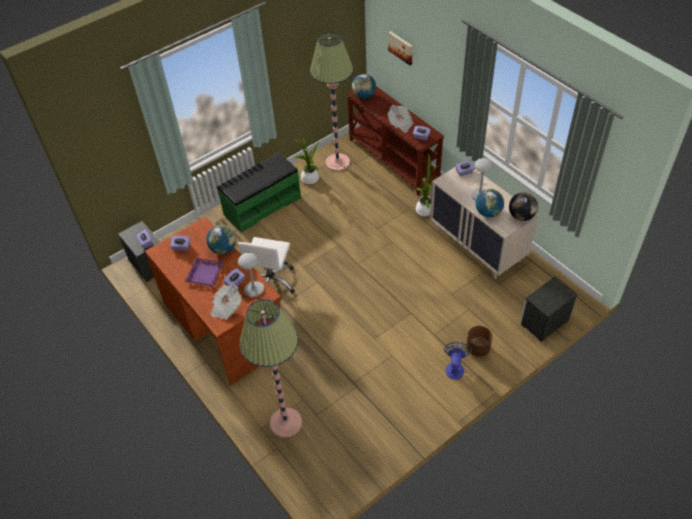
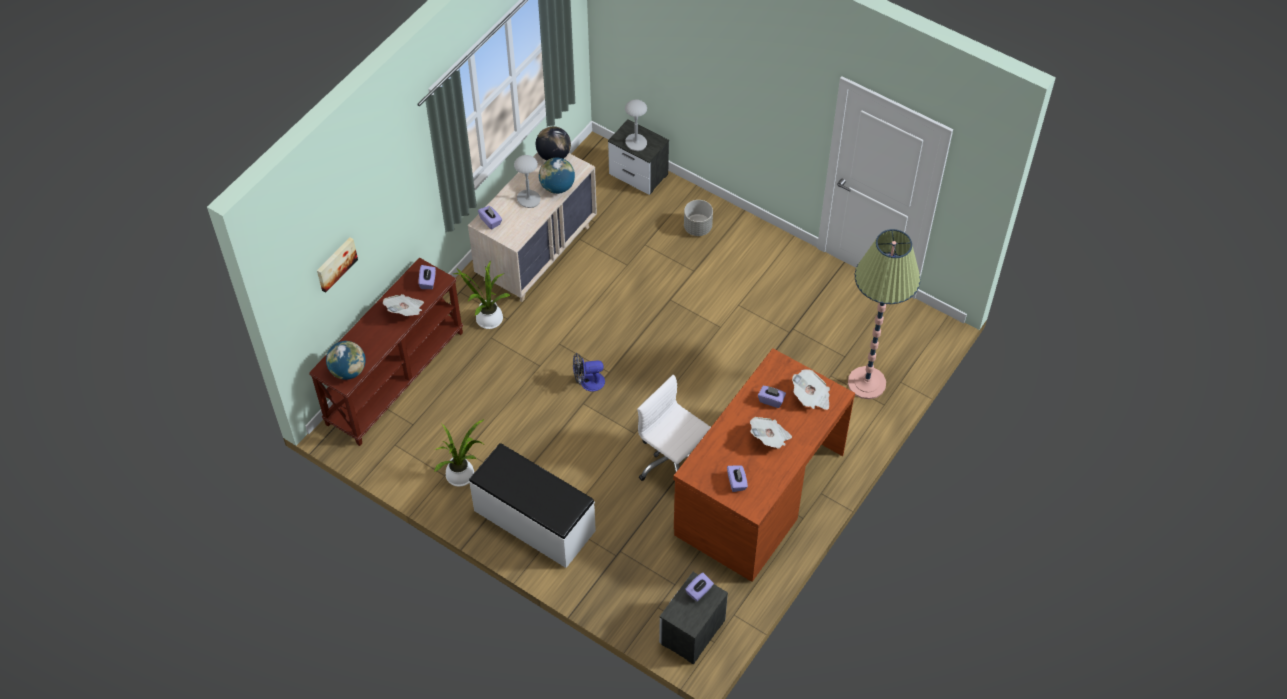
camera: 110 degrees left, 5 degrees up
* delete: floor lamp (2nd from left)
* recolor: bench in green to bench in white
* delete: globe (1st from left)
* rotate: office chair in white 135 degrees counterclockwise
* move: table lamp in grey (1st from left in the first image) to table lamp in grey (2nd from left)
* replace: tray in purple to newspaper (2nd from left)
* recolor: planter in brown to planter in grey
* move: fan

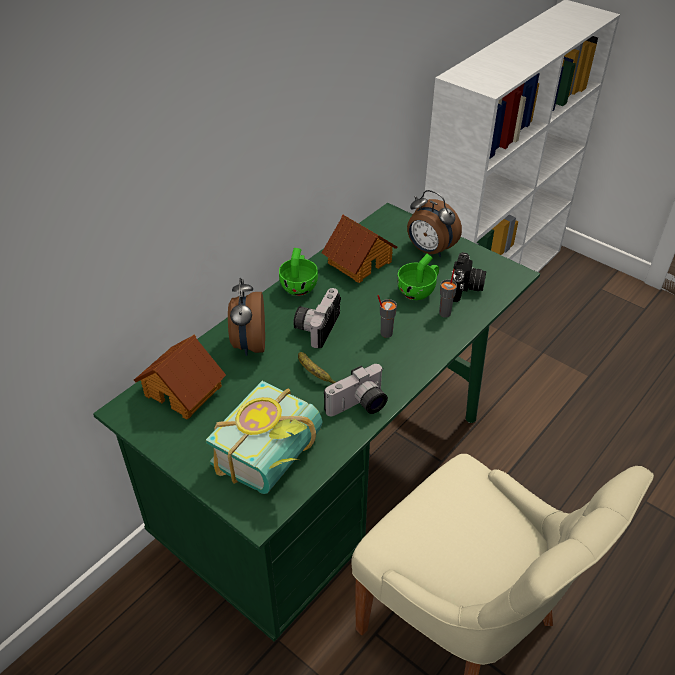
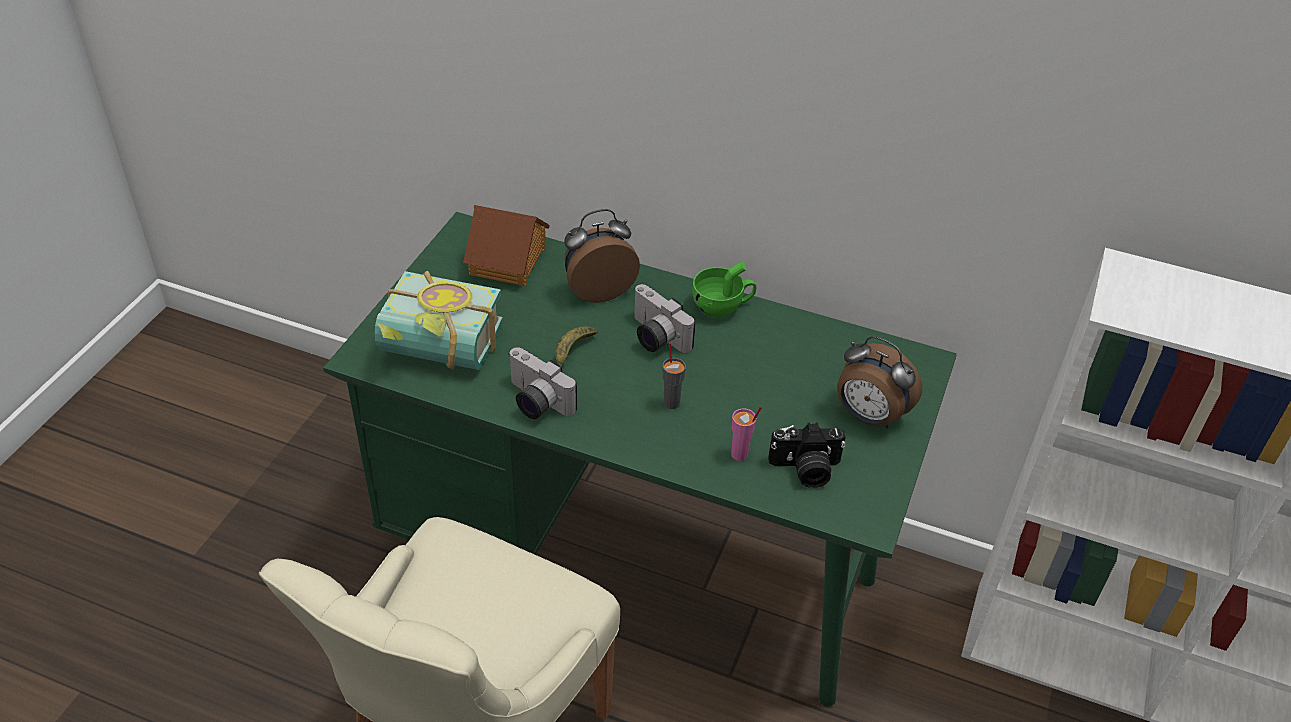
camera: 70 degrees right, 0 degrees up
* rotate: alarm clock (2nd from left) 75 degrees counterclockwise
* delete: toy house (2nd from left)
* delete: cup in green (2nd from left)
* recolor: cup in grey (2nd from left) to cup in pink
* rotate: photo camera (1st from left in the first image) 135 degrees counterclockwise

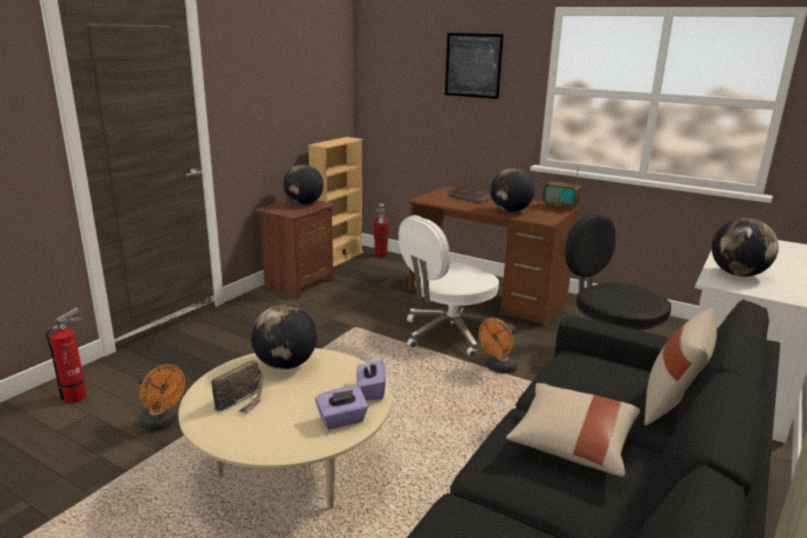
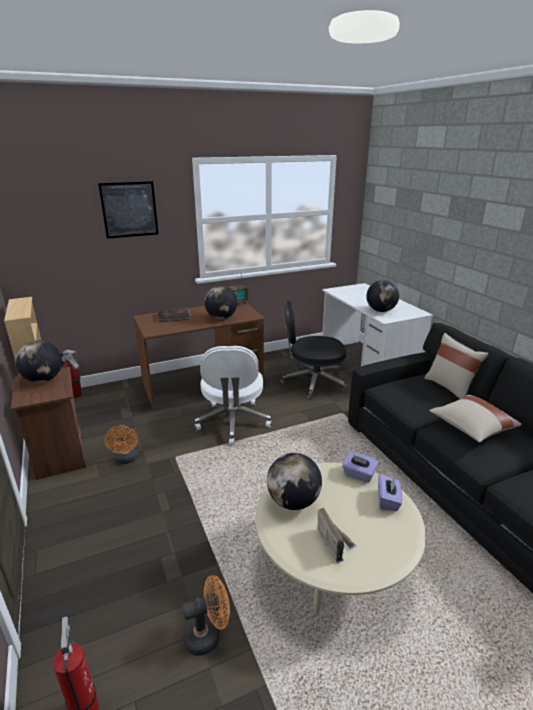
camera: 55 degrees left, 5 degrees up
* move: fan in orange (2nd from left in the first image) to fan in orange (1st from left)

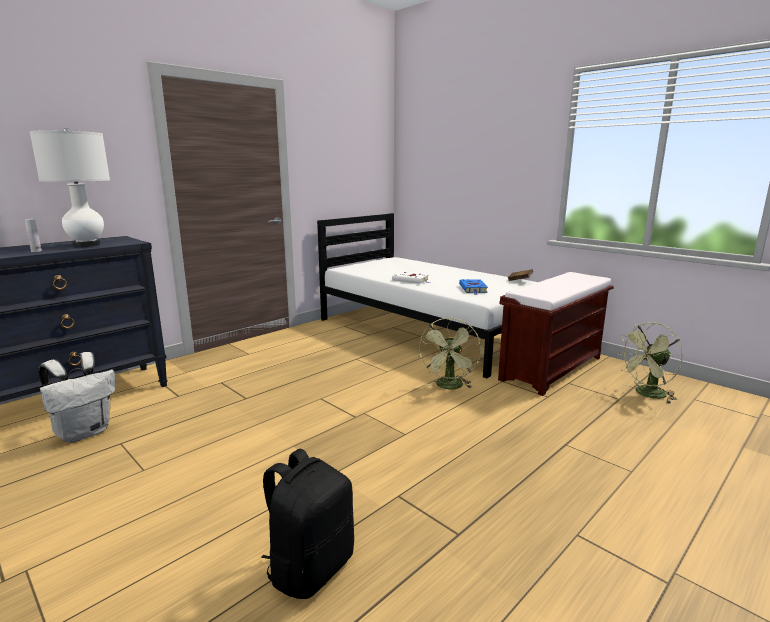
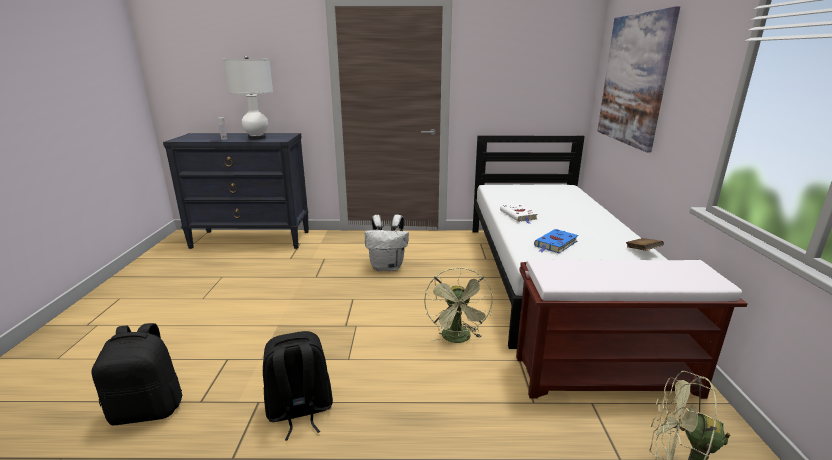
camera: 45 degrees right, 5 degrees up
* rotate: fan in green (1st from left) 60 degrees counterclockwise
* move: backpack in white
* insert: picture
* insert: backpack in black (2nd from left)

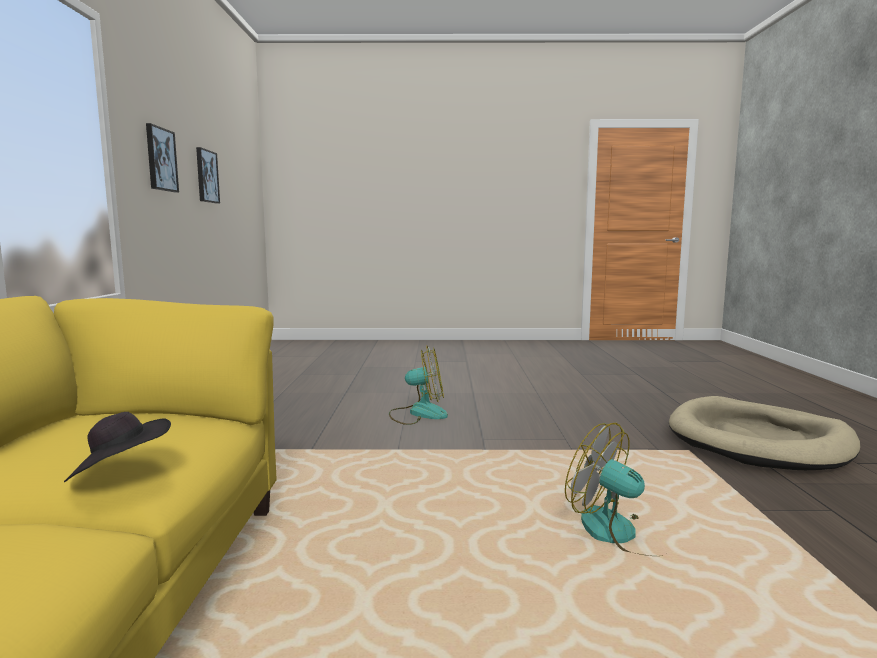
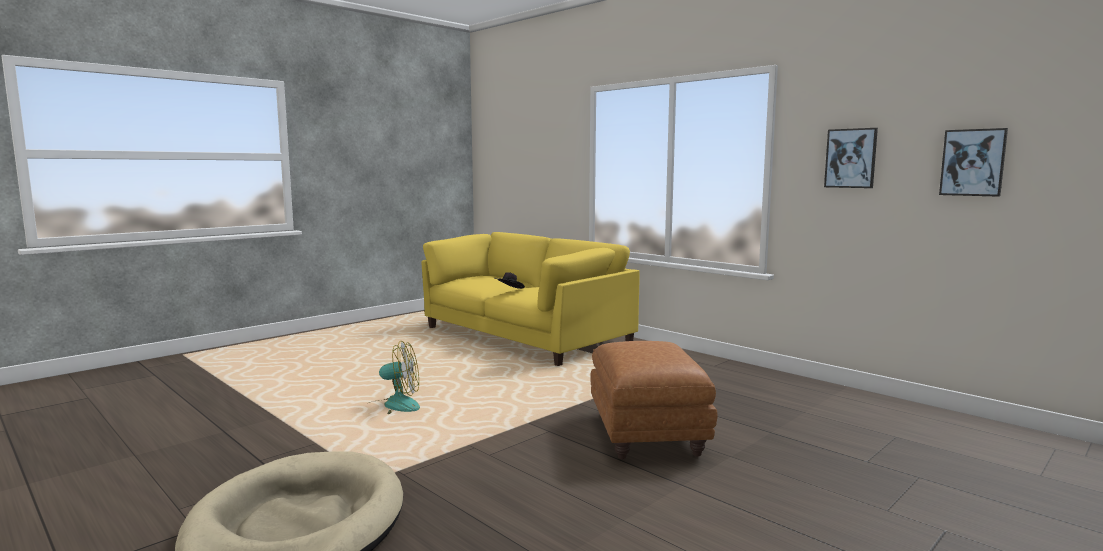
camera: 135 degrees right, 0 degrees up
* replace: fan (1st from left) to ottoman in brown

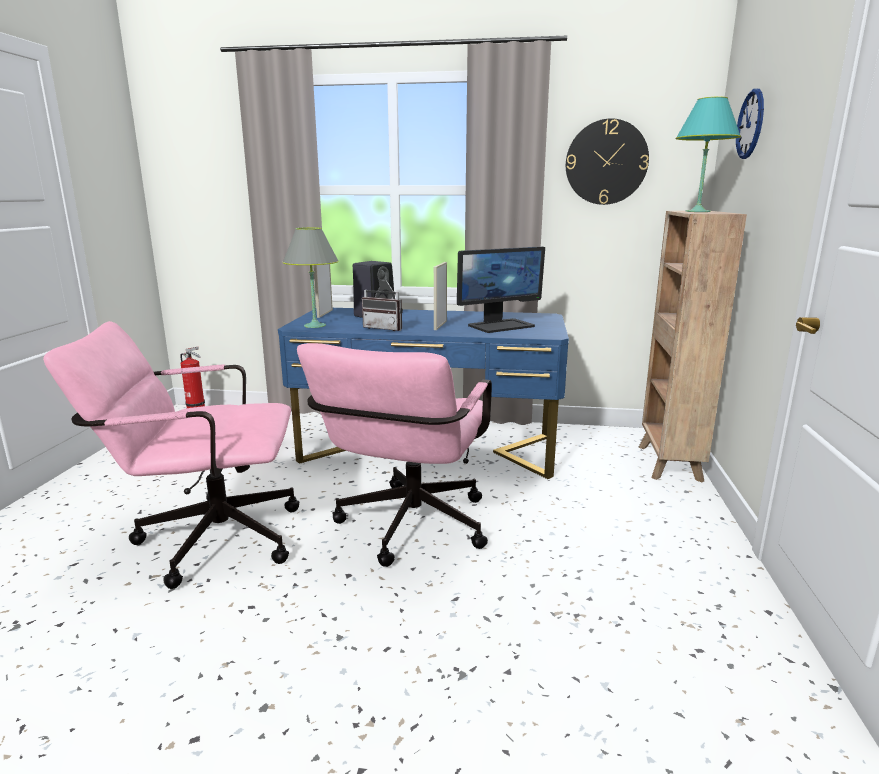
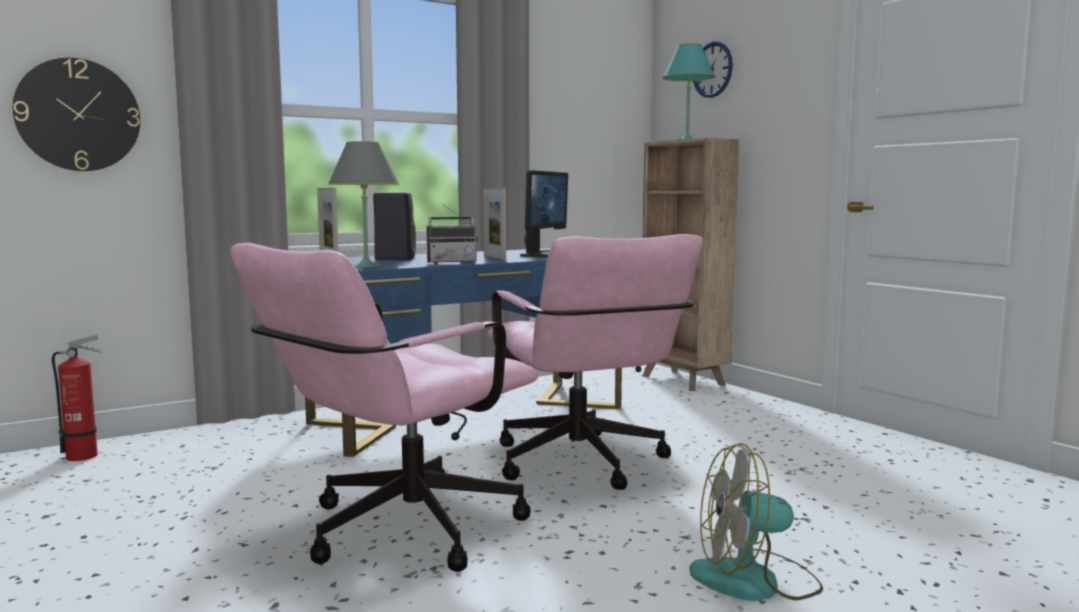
camera: 40 degrees left, 10 degrees down
* move: wall clock (1st from left)
* insert: fan

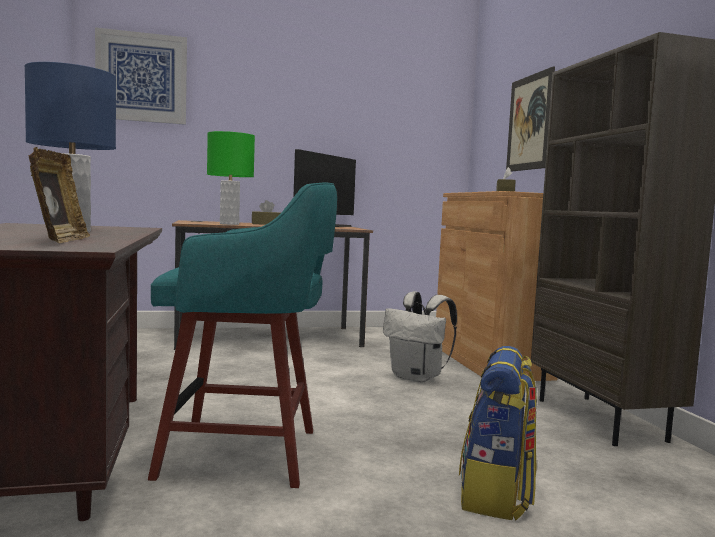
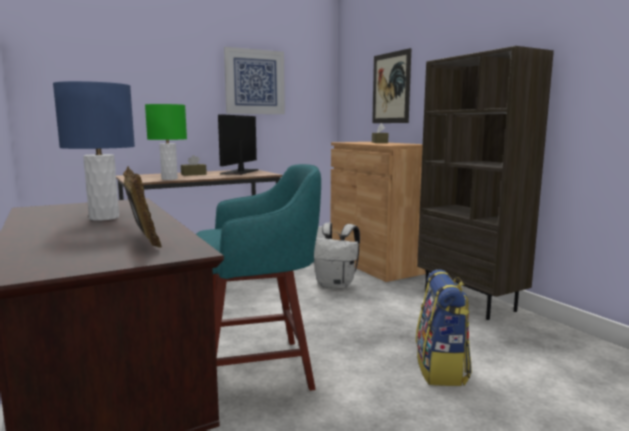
camera: 15 degrees left, 5 degrees up
* move: picture (1st from left)

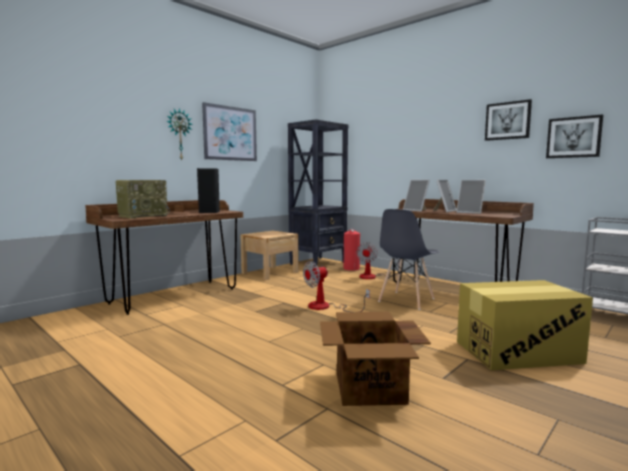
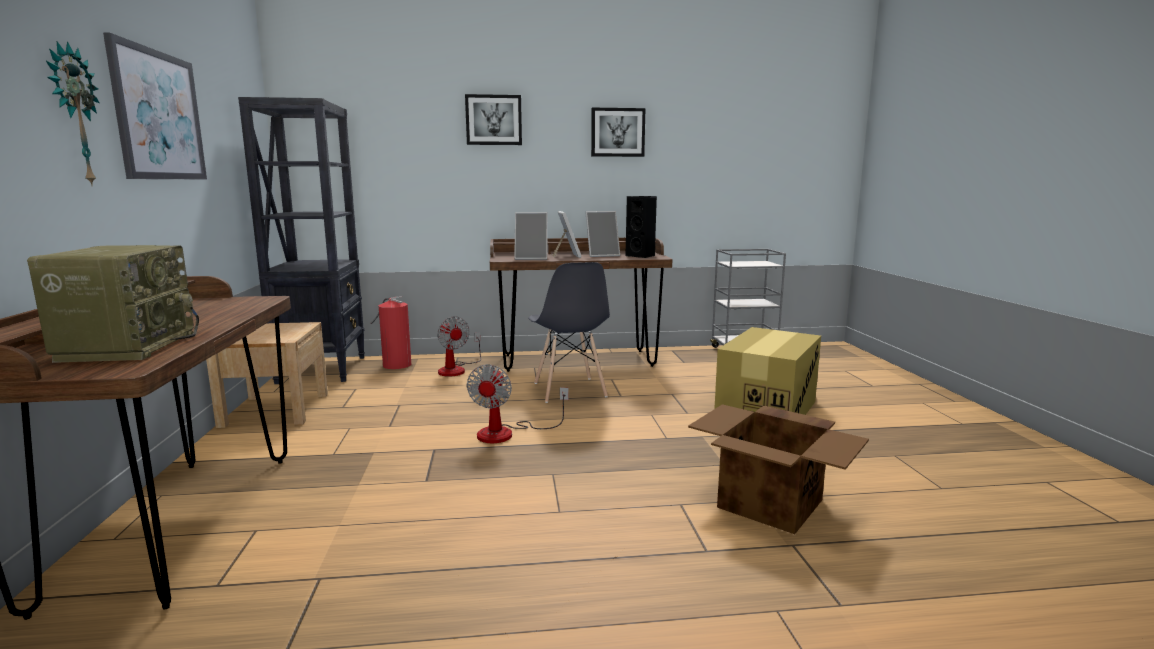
camera: 50 degrees left, 5 degrees up
* move: picture (3rd from left in the first image) to picture (2nd from left)
* move: speaker in black

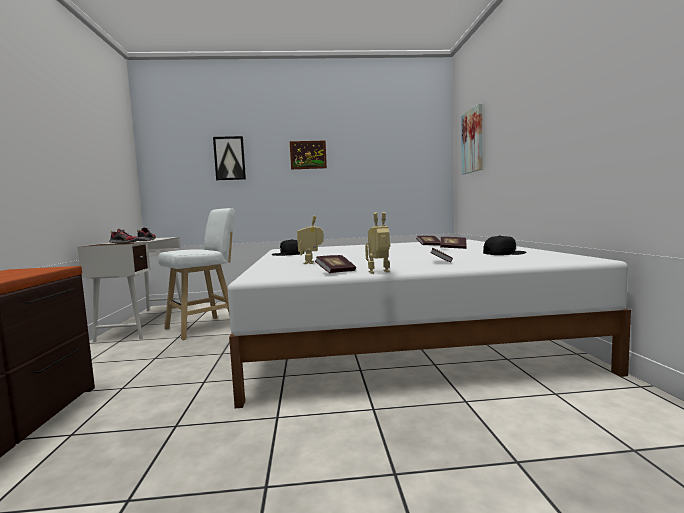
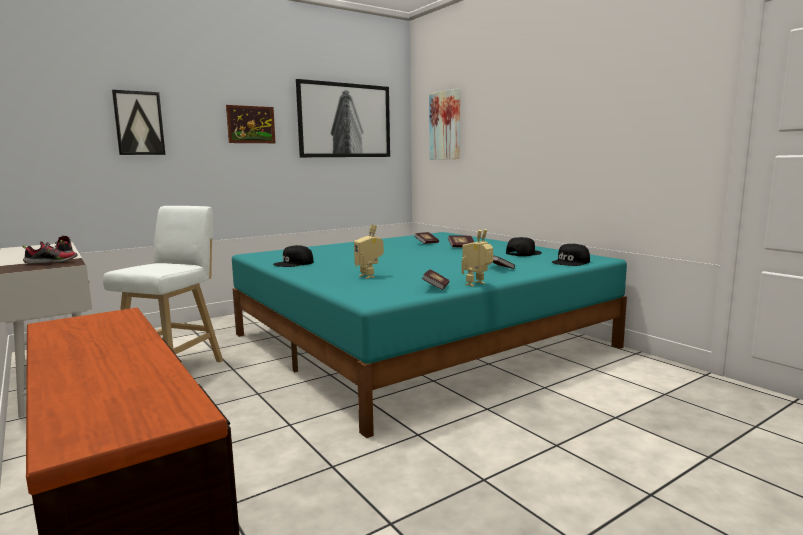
camera: 30 degrees left, 5 degrees up
* recolor: bed in white to bed in turquoise
* insert: picture (3rd from left)
* insert: cap in black (3rd from left)

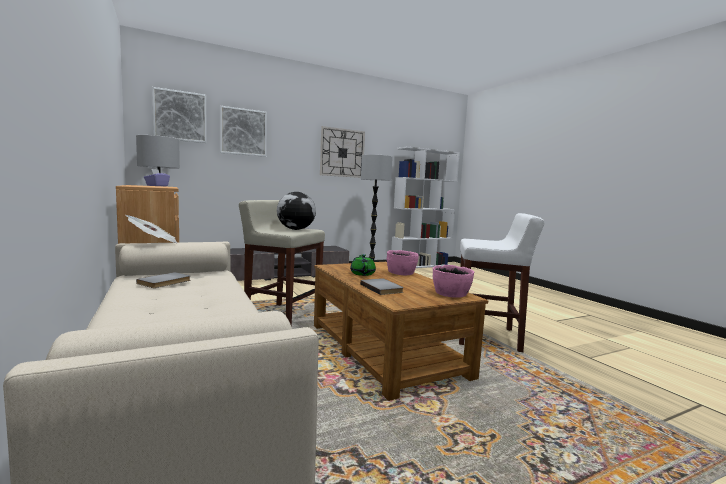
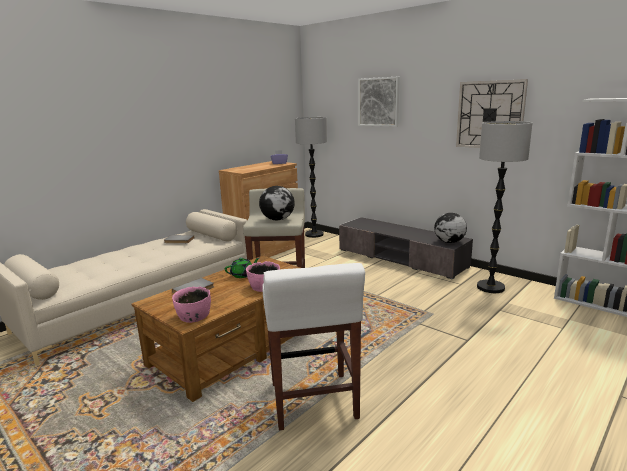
camera: 70 degrees right, 10 degrees up
* delete: picture (1st from left)
* delete: newspaper
* insert: globe (2nd from left)

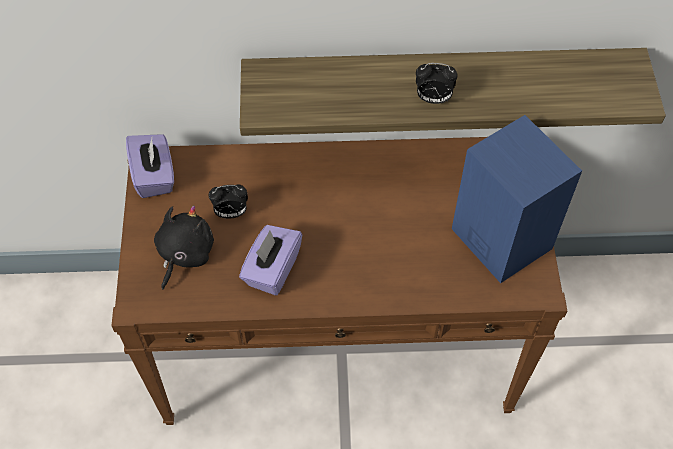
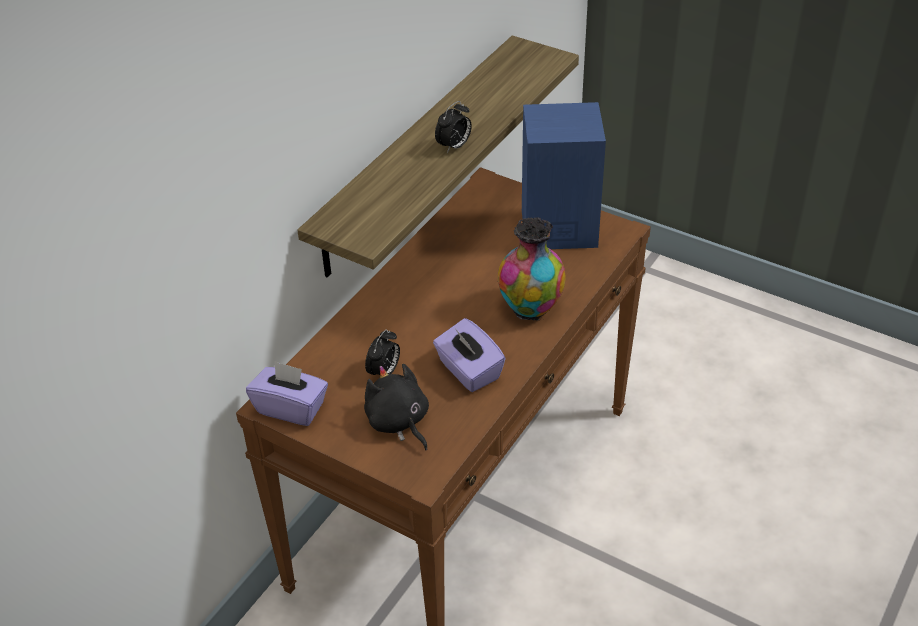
camera: 55 degrees left, 15 degrees down
* insert: vase

